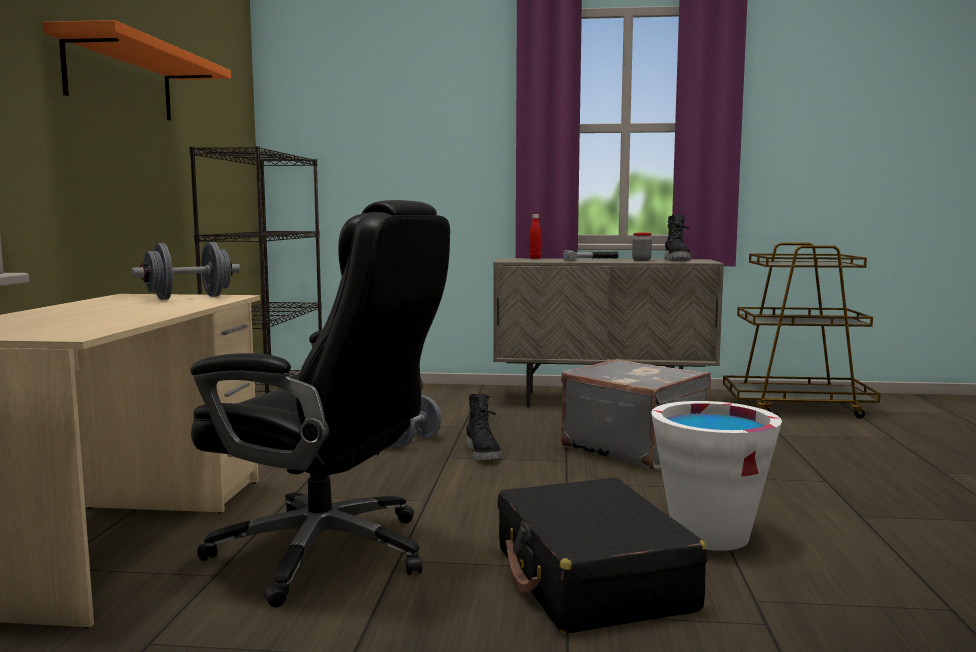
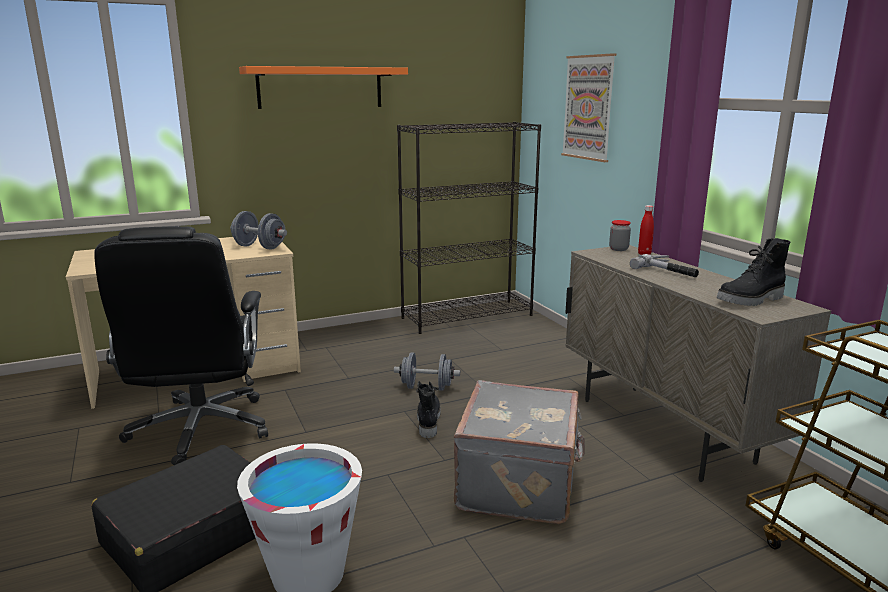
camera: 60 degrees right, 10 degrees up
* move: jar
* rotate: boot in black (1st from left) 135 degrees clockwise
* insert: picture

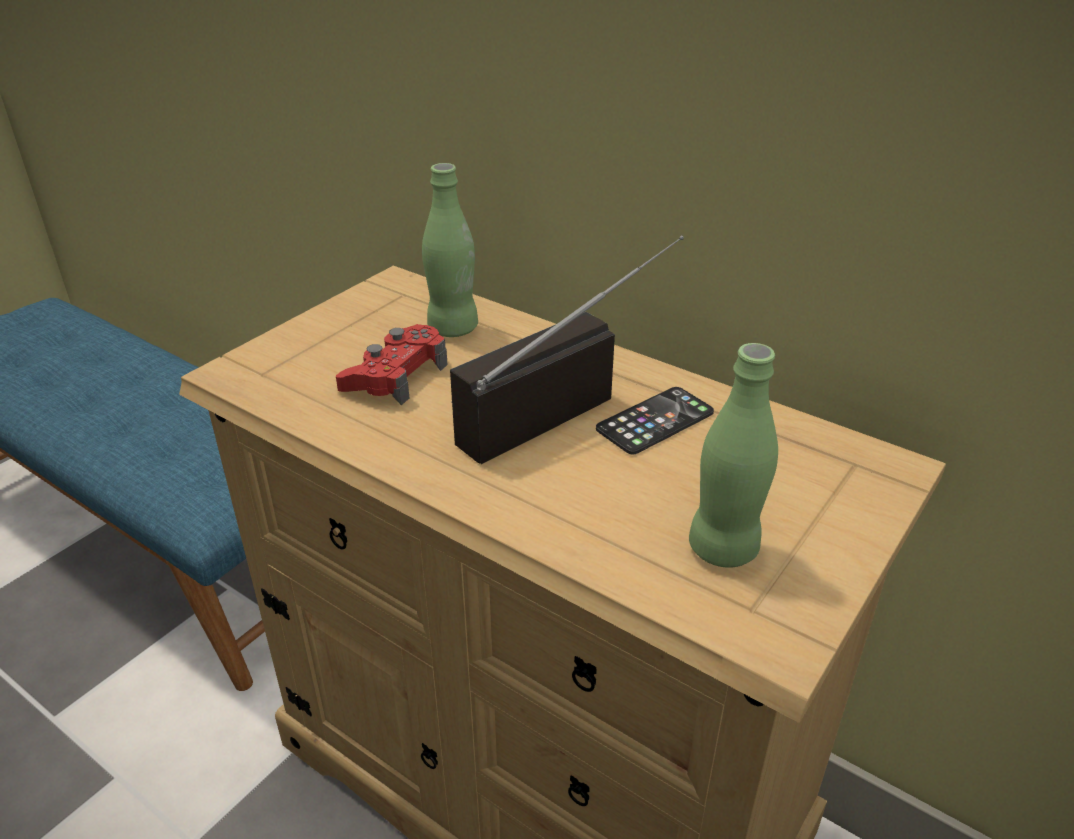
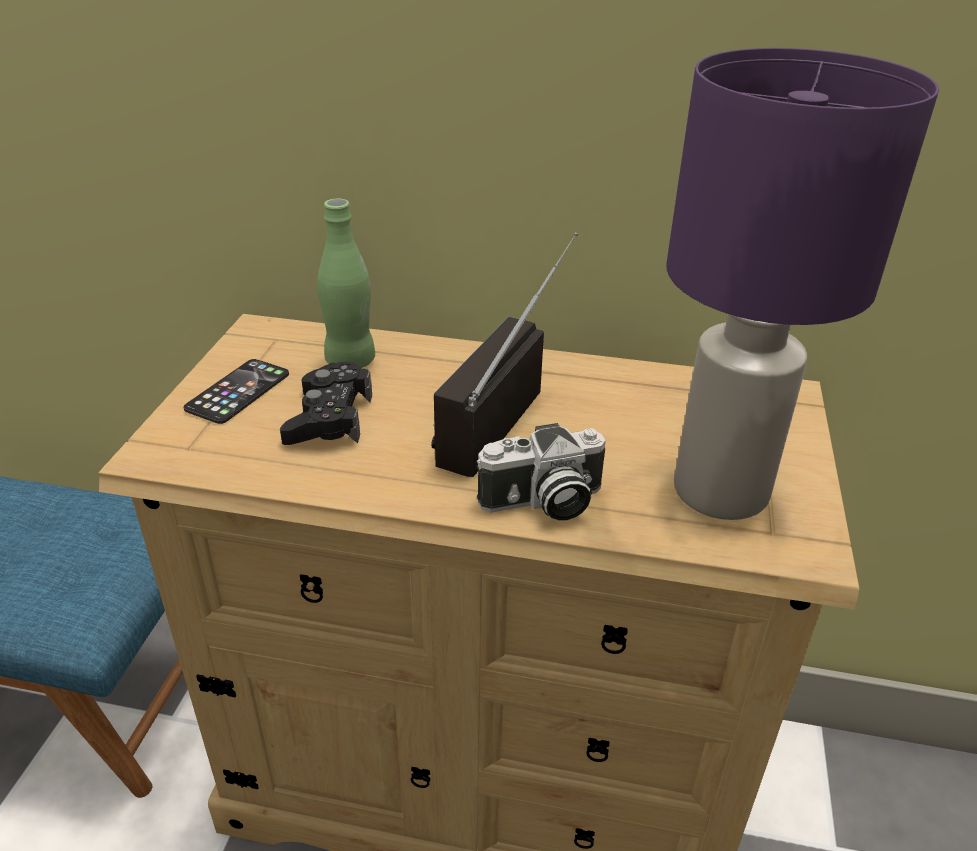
camera: 25 degrees left, 0 degrees up
* recolor: game controller in red to game controller in black
* replace: bottle in green (2nd from left) to table lamp in purple
* move: phone
* insert: photo camera

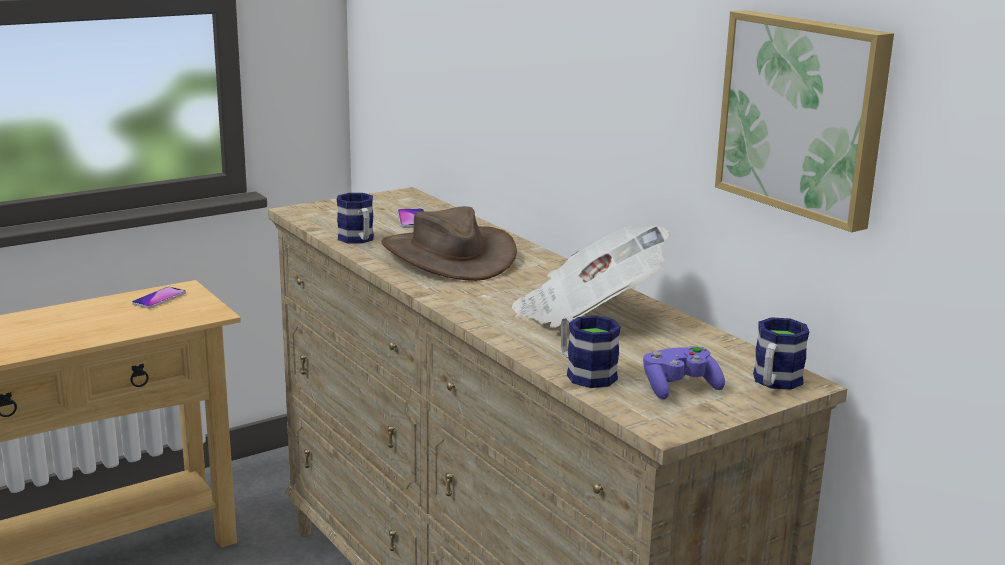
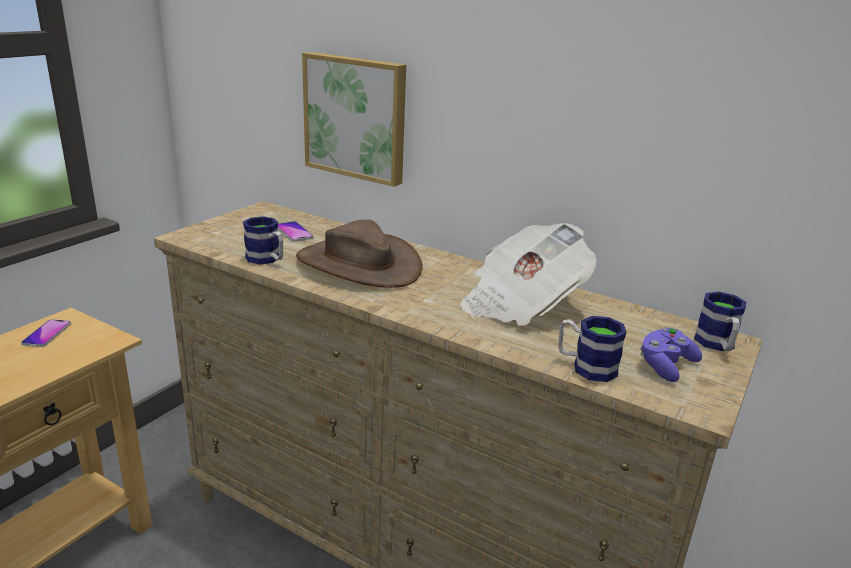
camera: 25 degrees left, 5 degrees up
* move: picture

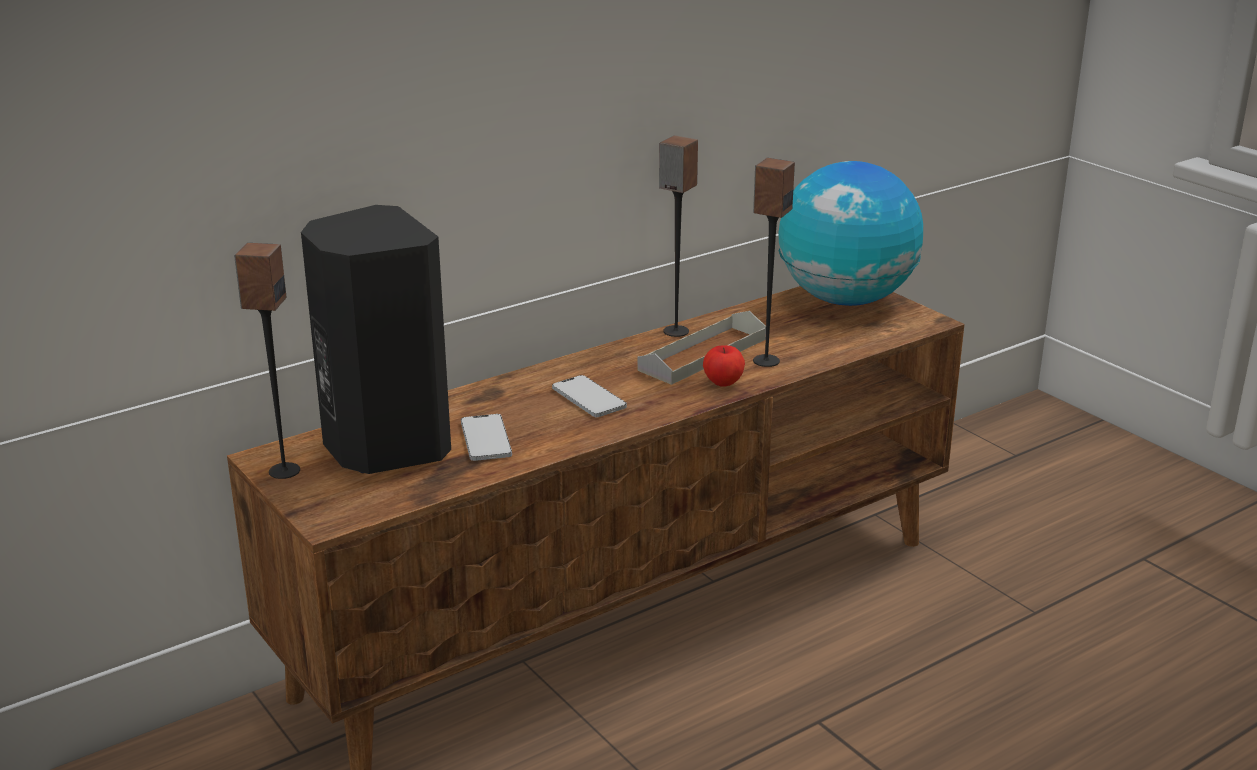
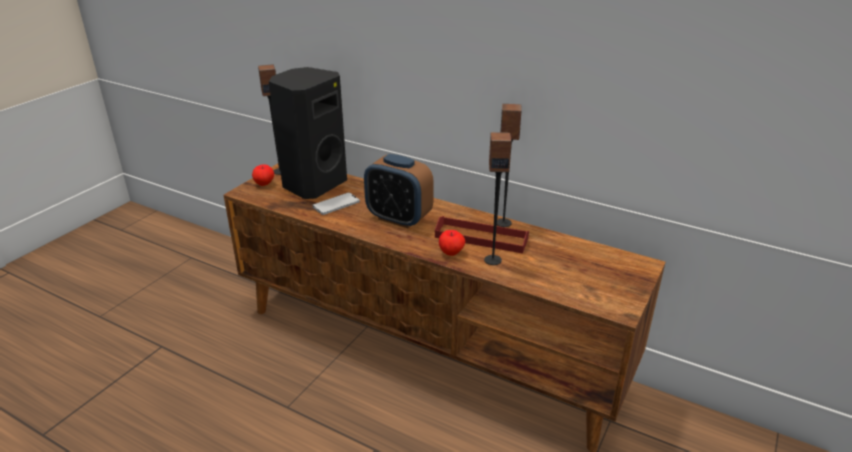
camera: 65 degrees right, 5 degrees up
* delete: globe
* recolor: tray in grey to tray in red
* replace: phone (2nd from left) to alarm clock
* insert: apple (1st from left)

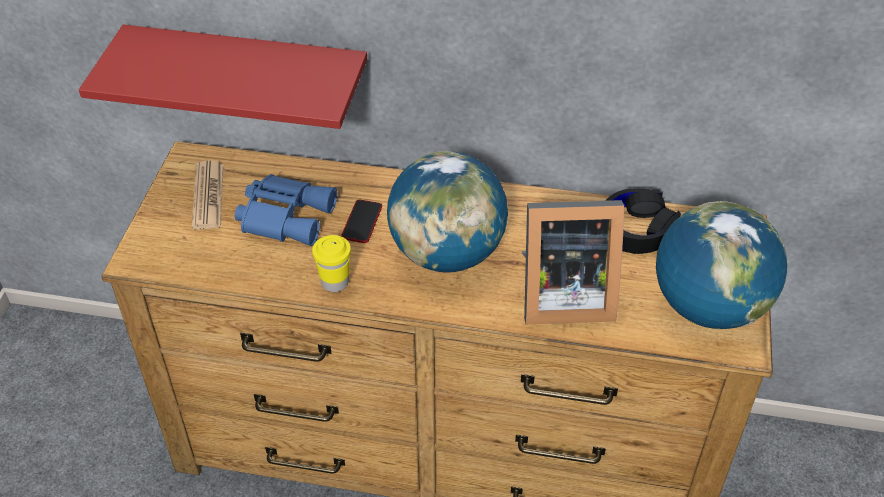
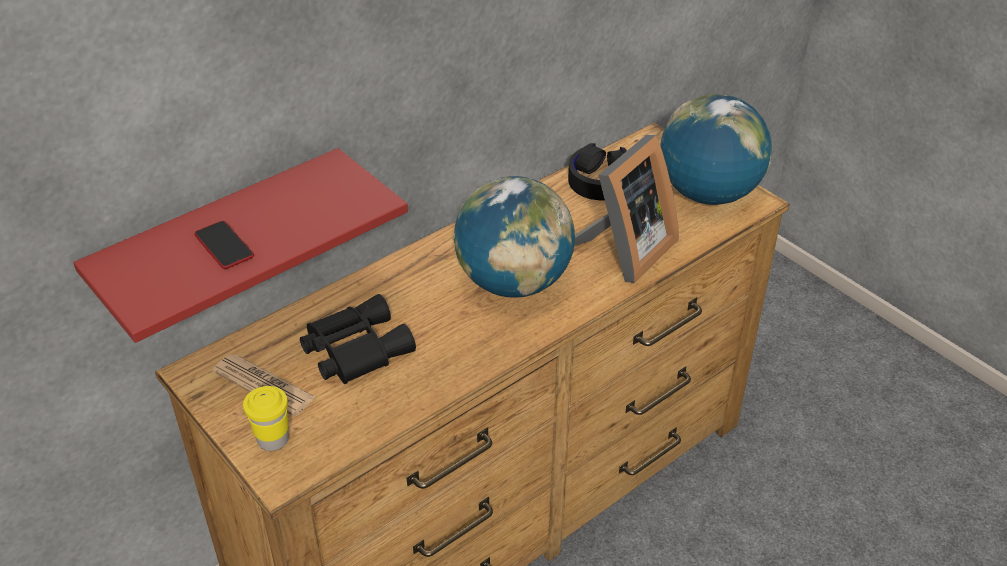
camera: 50 degrees left, 5 degrees down
* recolor: binoculars in blue to binoculars in black
* move: phone
* move: cup in yellow

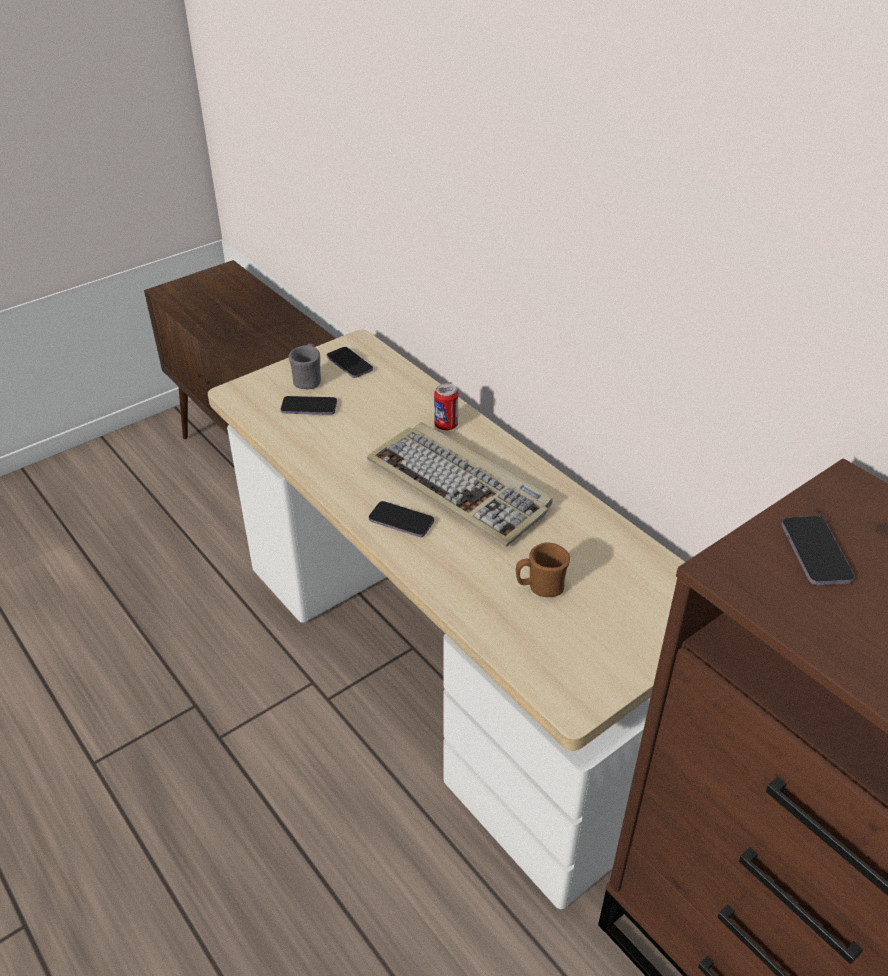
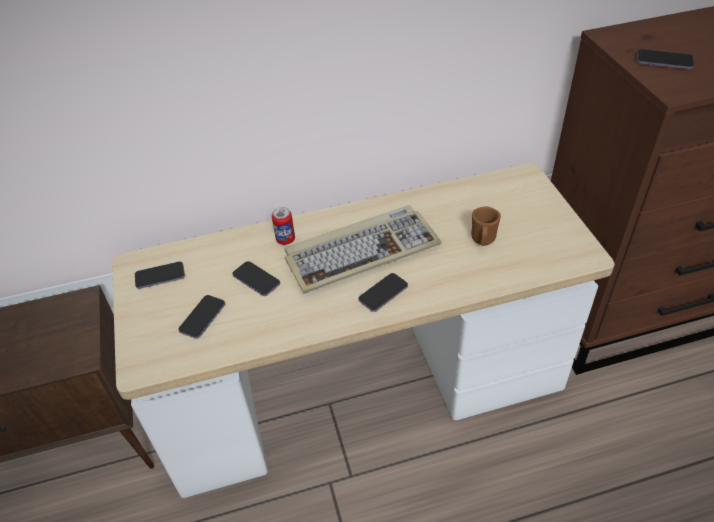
camera: 65 degrees left, 5 degrees up
* delete: mug in grey
* insert: phone (3rd from left)

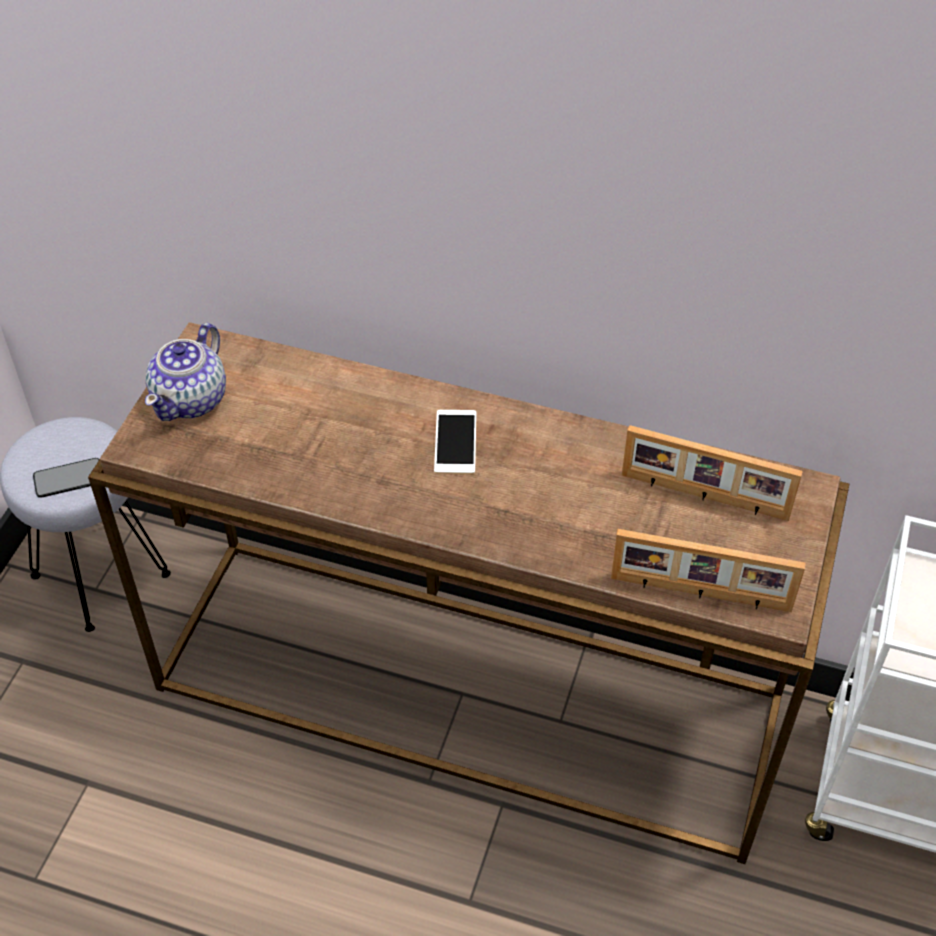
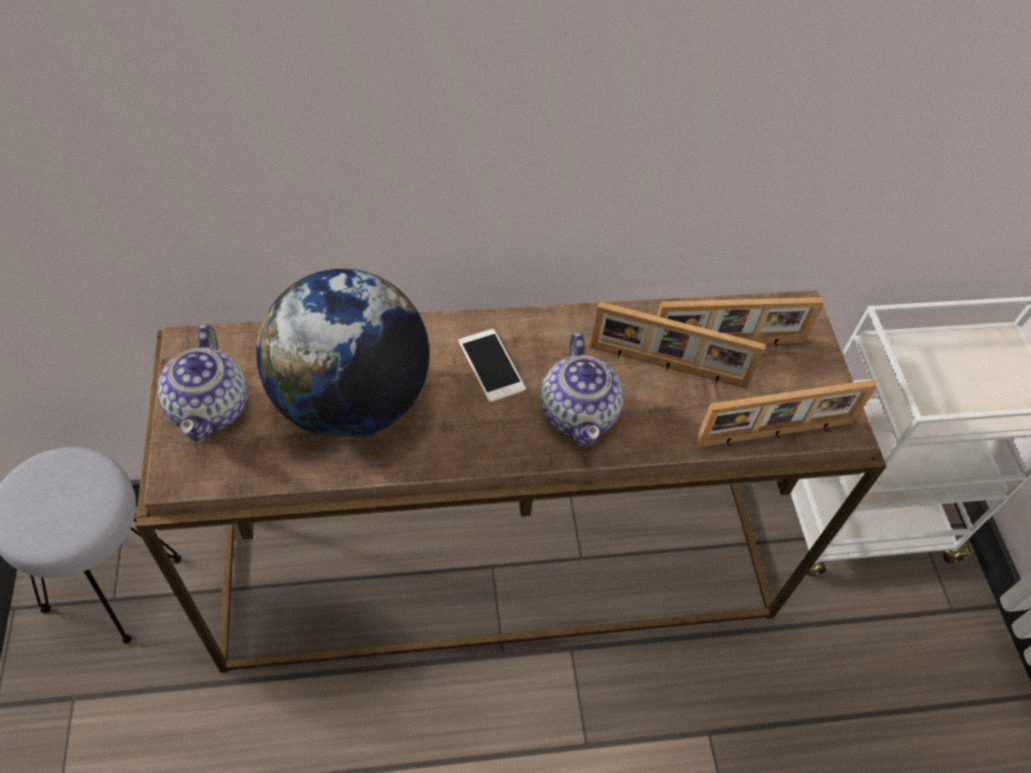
camera: 30 degrees left, 5 degrees up
* delete: phone (1st from left)
* insert: globe
* insert: picture frame (1st from left)
* insert: teapot (2nd from left)

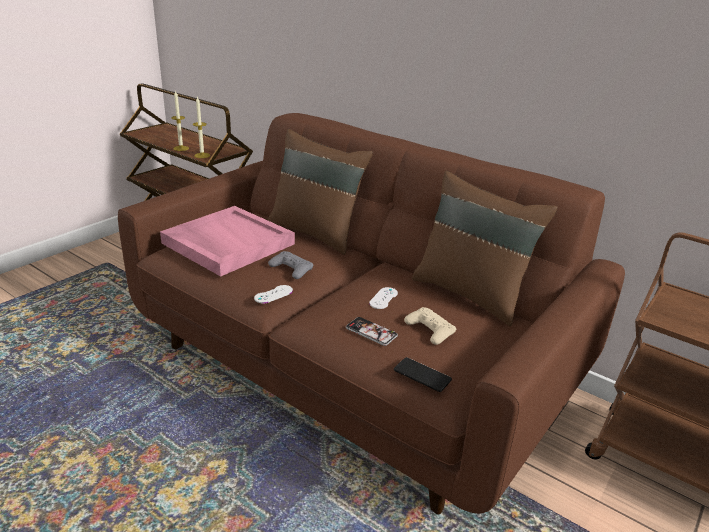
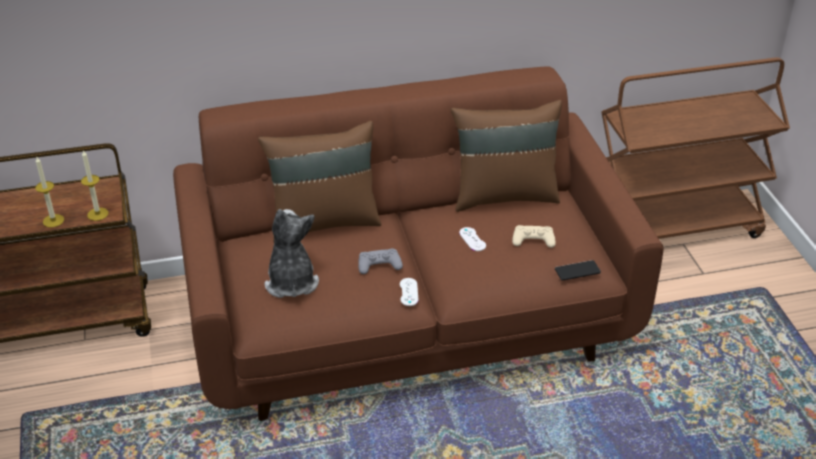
camera: 50 degrees left, 10 degrees up
* replace: tray in pink to plush toy
* delete: phone (1st from left)

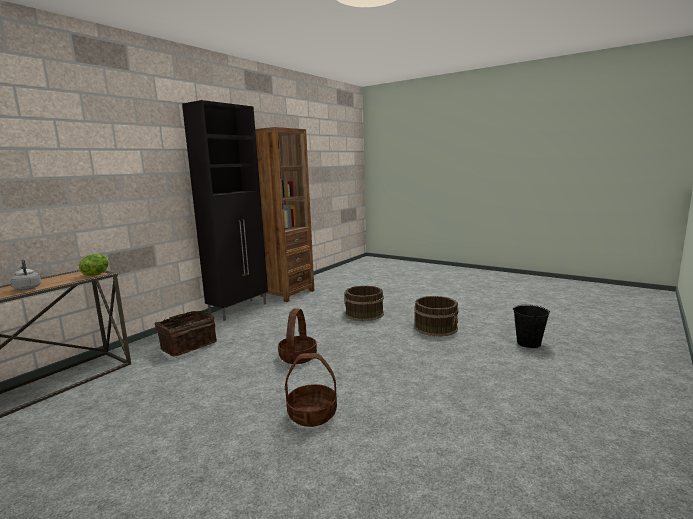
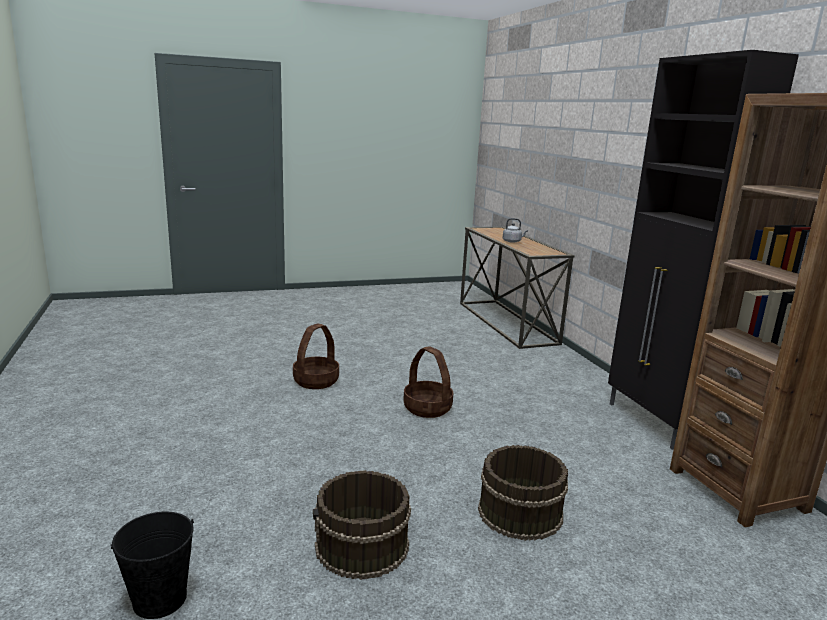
camera: 125 degrees right, 5 degrees up
* delete: lettuce
* delete: basket (1st from left)

